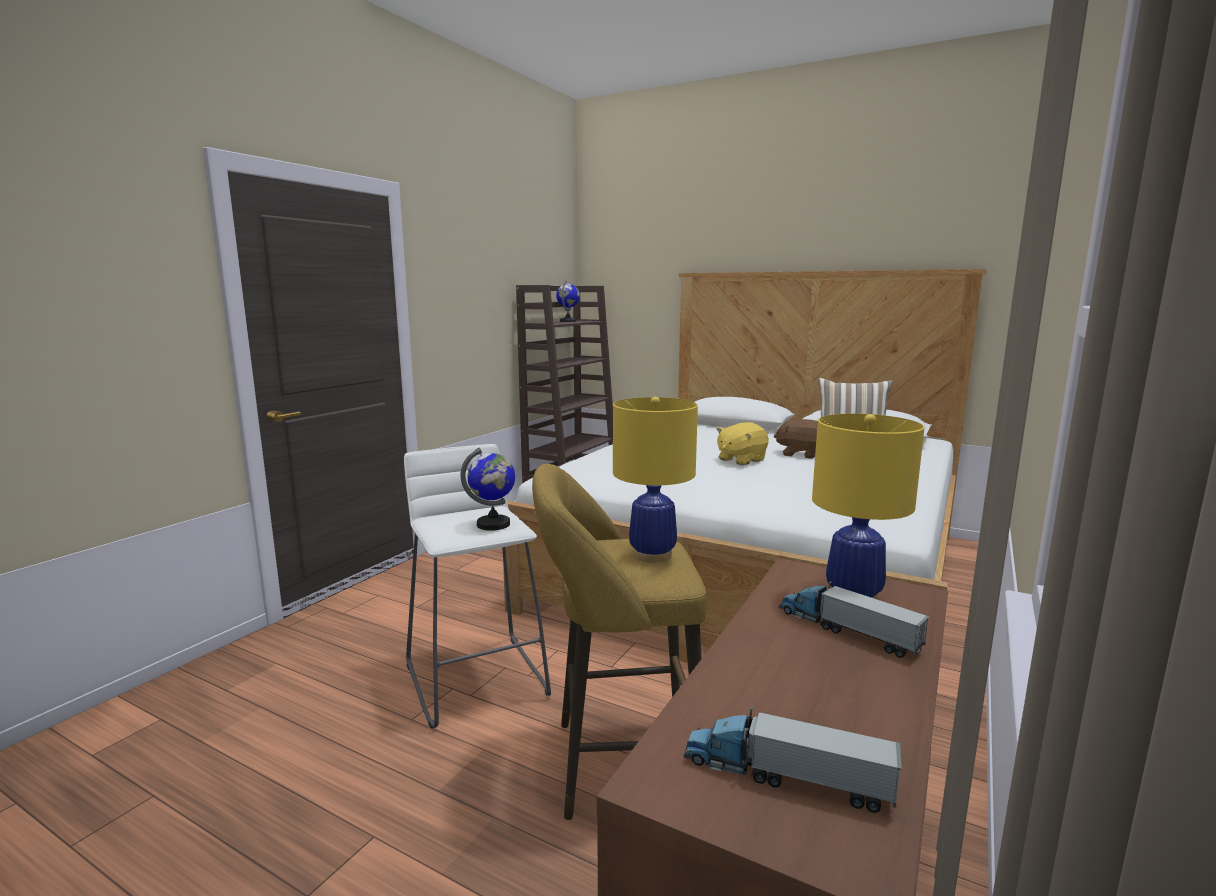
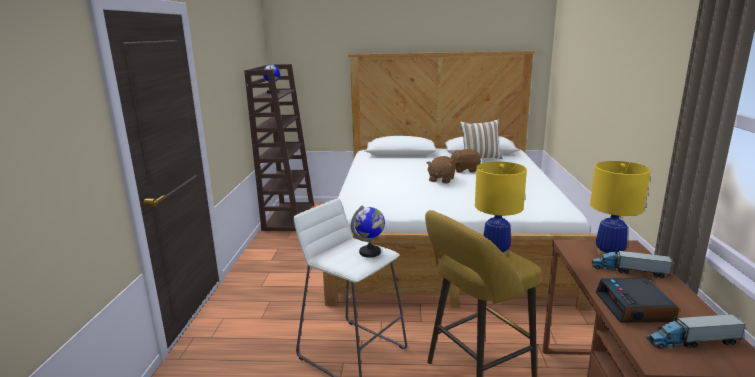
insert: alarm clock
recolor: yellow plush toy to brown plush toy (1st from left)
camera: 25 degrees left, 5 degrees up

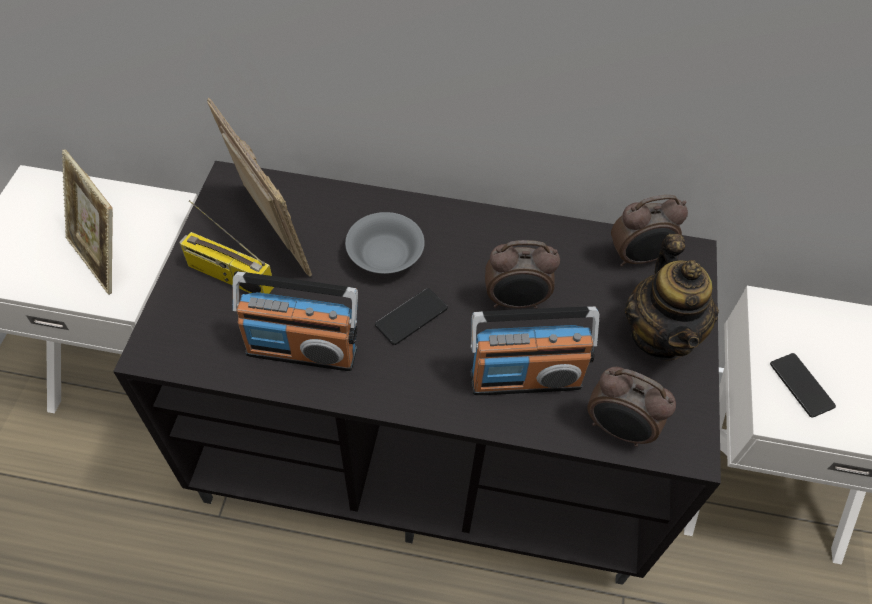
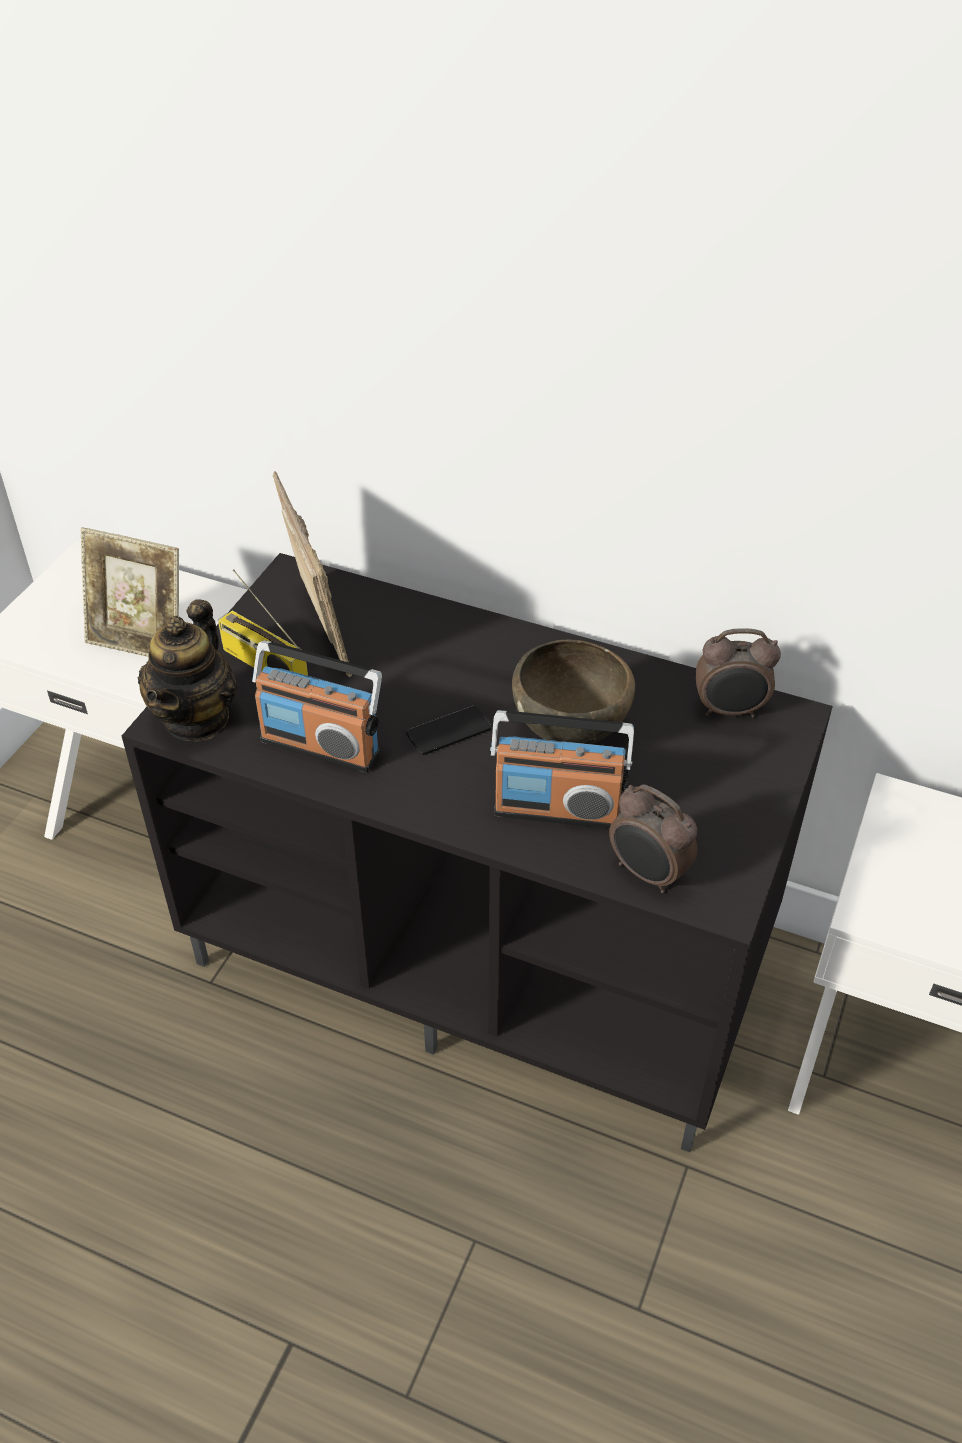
delete: grey bowl; phone (2nd from left)
move: teapot
replace: alarm clock (1st from left) to brown bowl
rotate: picture frame (1st from left) 45 degrees counterclockwise
camera: 15 degrees right, 10 degrees down

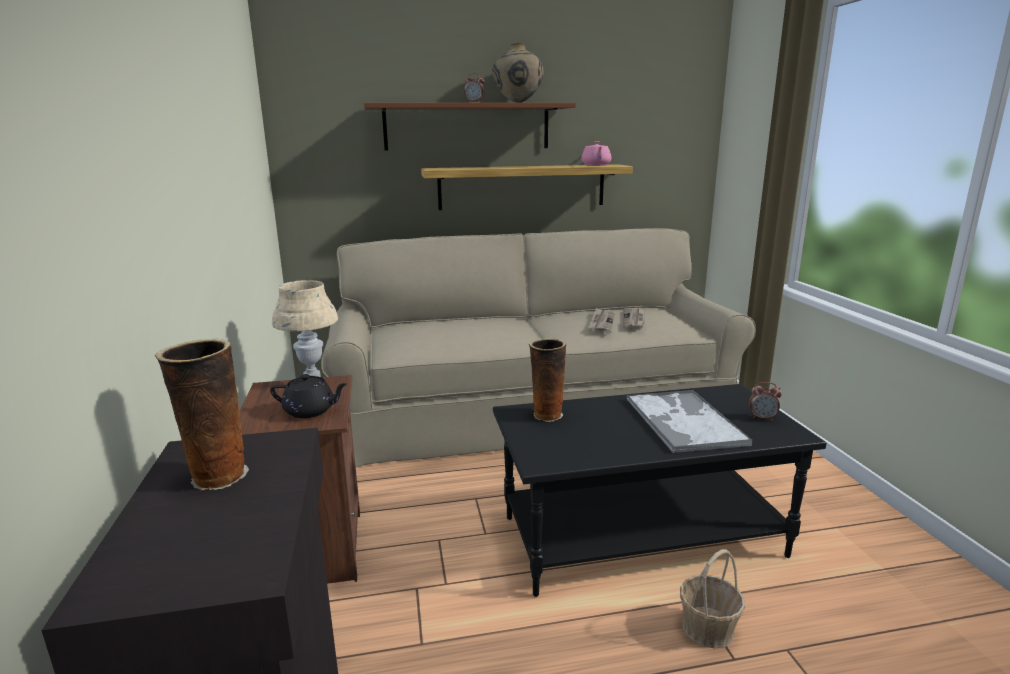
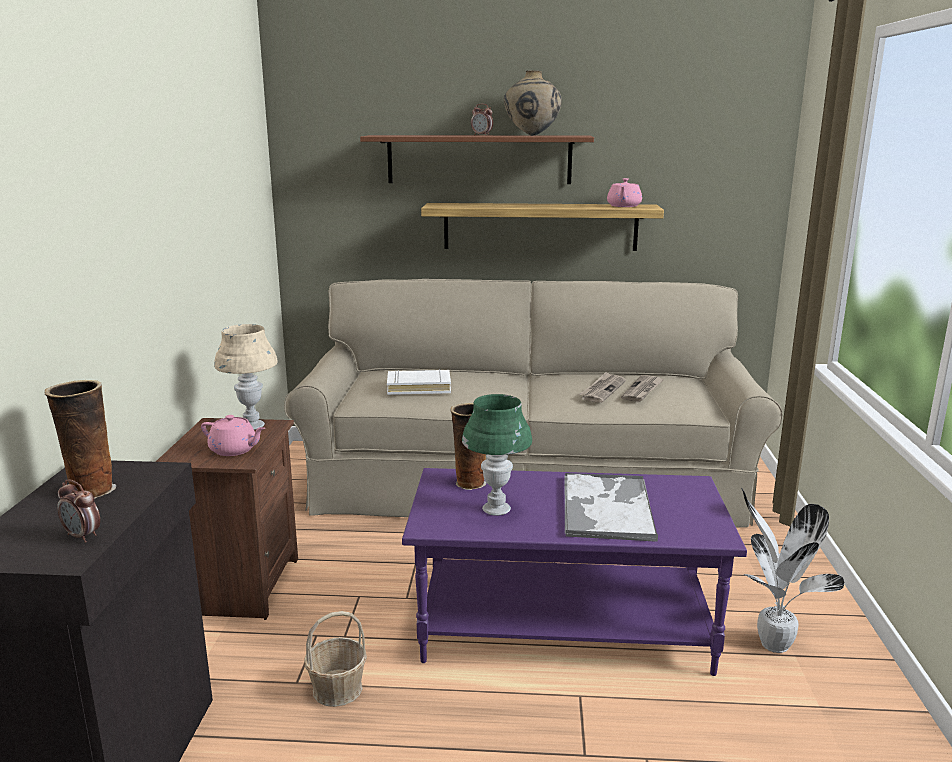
insert: white book; green table lamp; potted plant
move: basket; alarm clock (2nd from left in the first image) to alarm clock (1st from left)
recolor: black teapot to pink teapot (1st from left); black coffee table to purple coffee table
camera: 15 degrees right, 0 degrees up

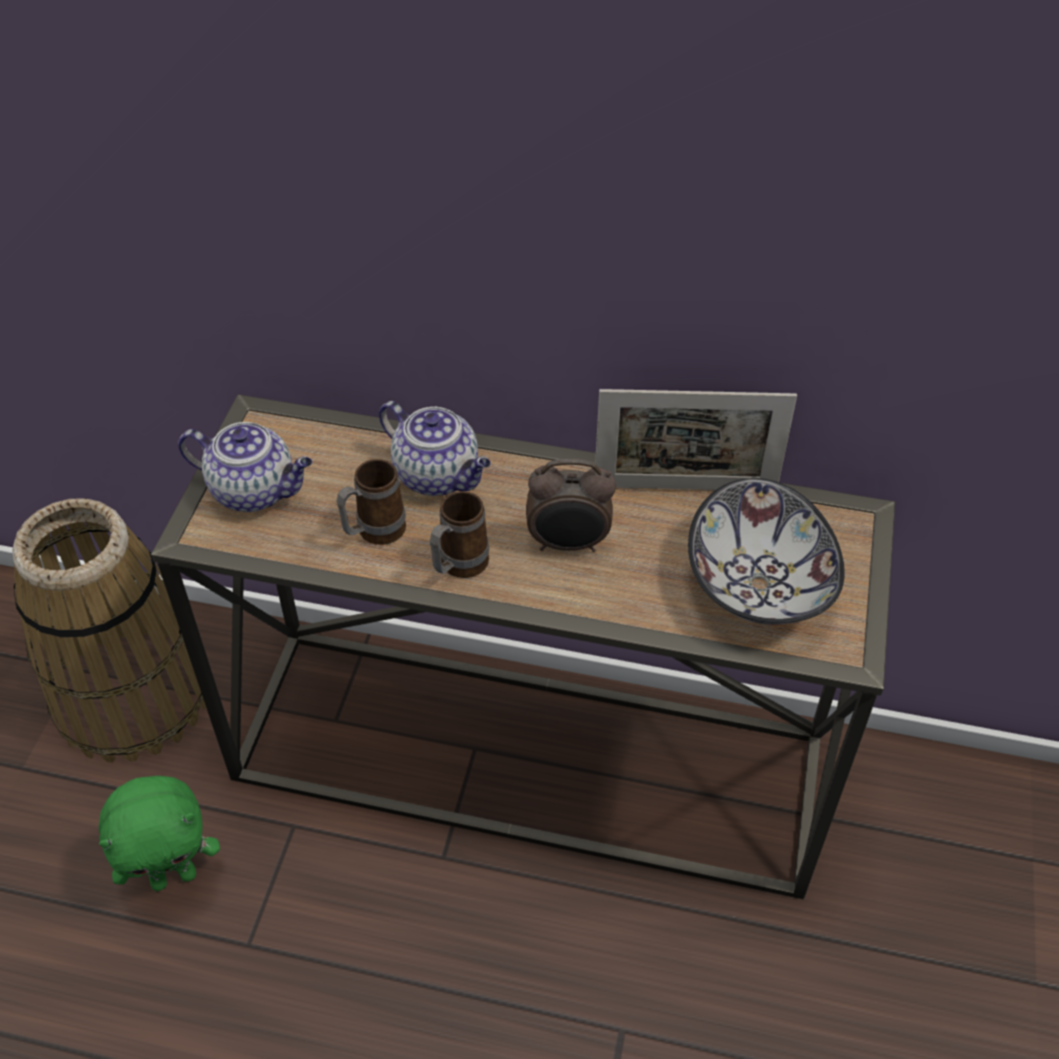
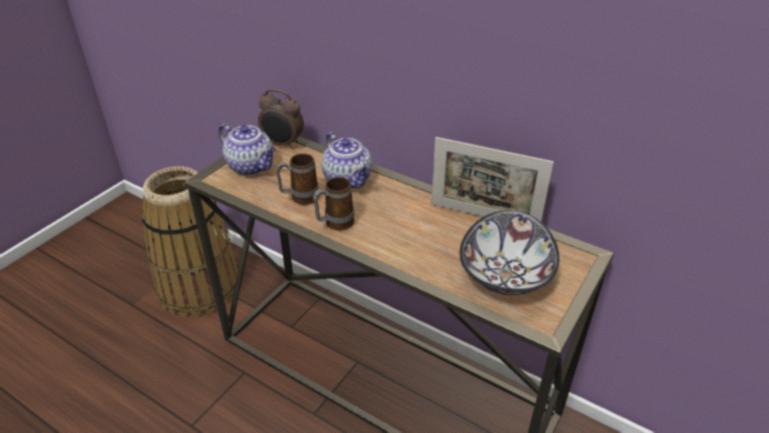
delete: green plush toy
move: alarm clock
camera: 20 degrees right, 10 degrees down

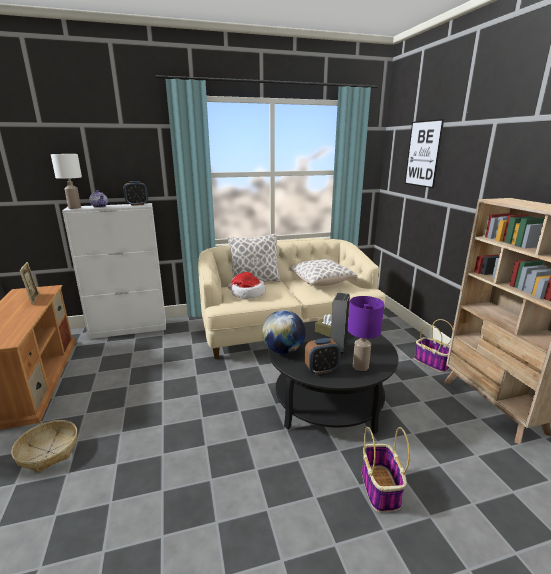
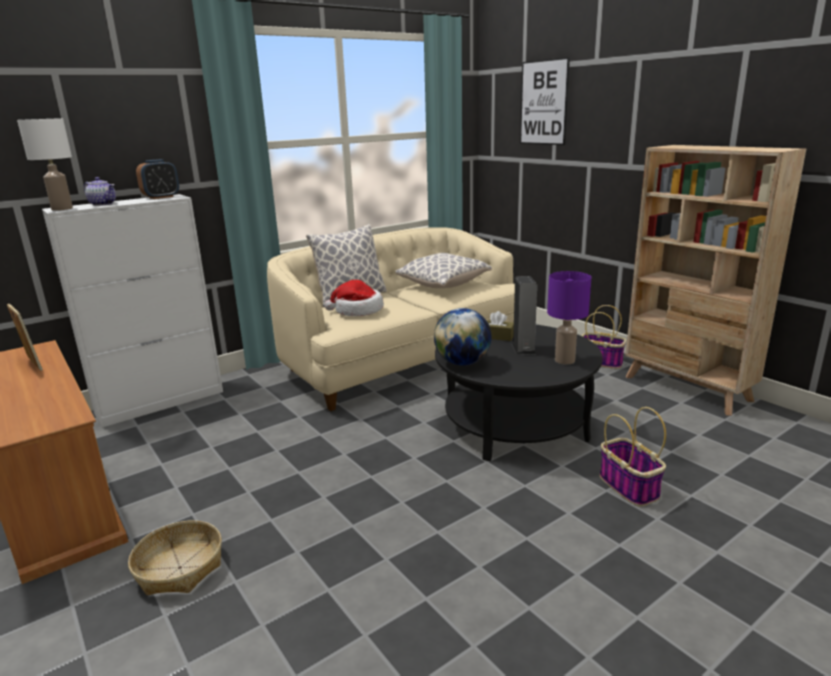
delete: alarm clock (2nd from left)
camera: 20 degrees left, 0 degrees up

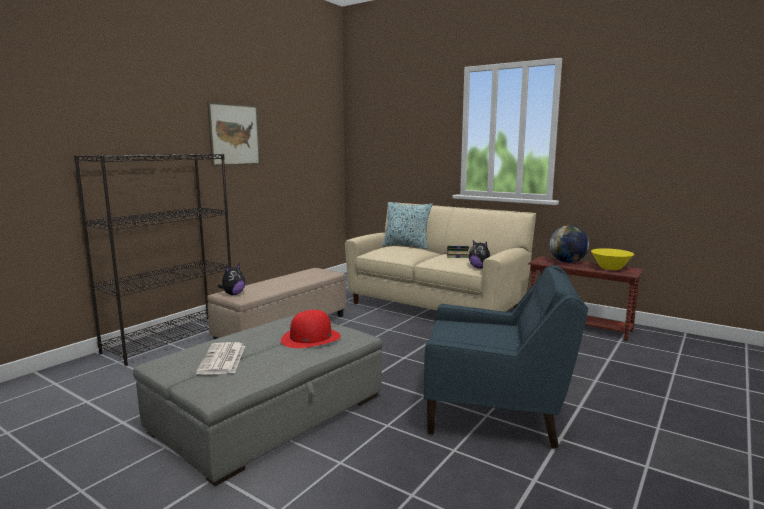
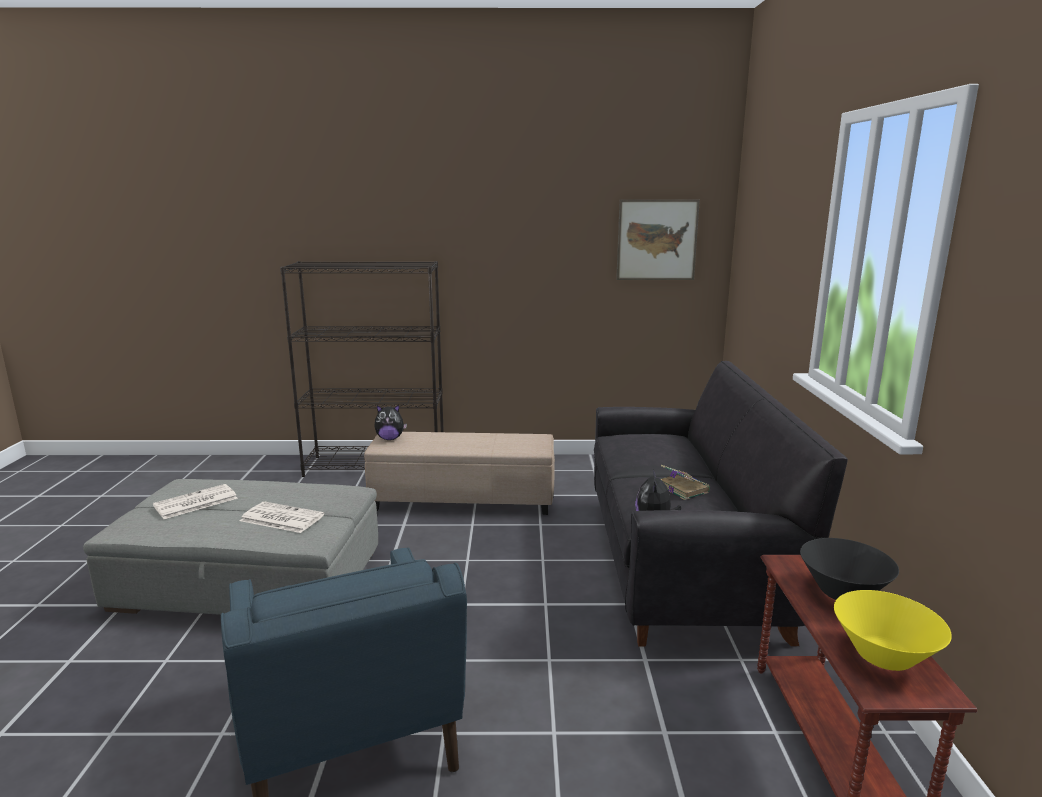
delete: pillow
move: picture
replace: red hat to newspaper (2nd from left); globe to black bowl
recolor: beige sofa to black sofa
camera: 55 degrees right, 5 degrees up

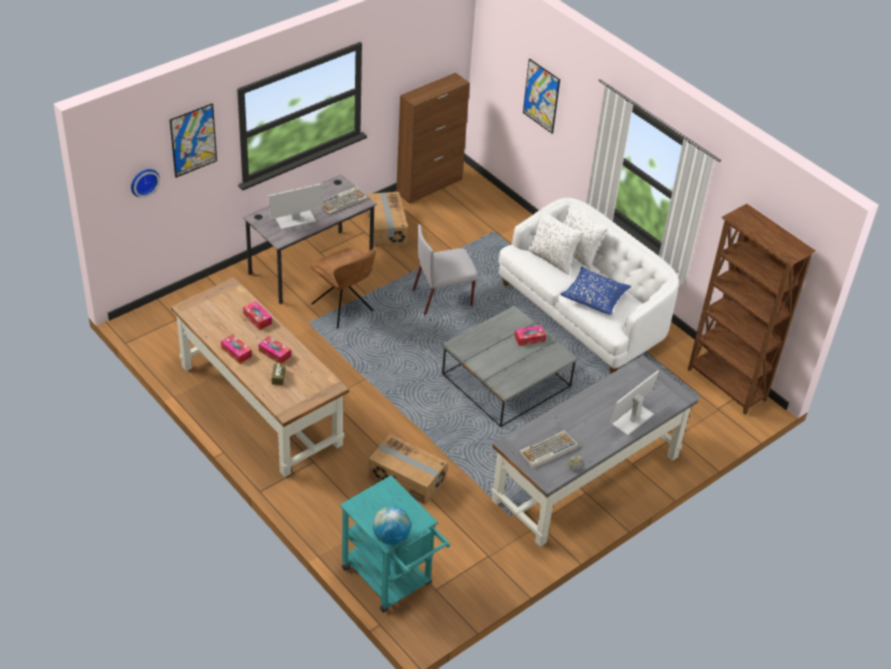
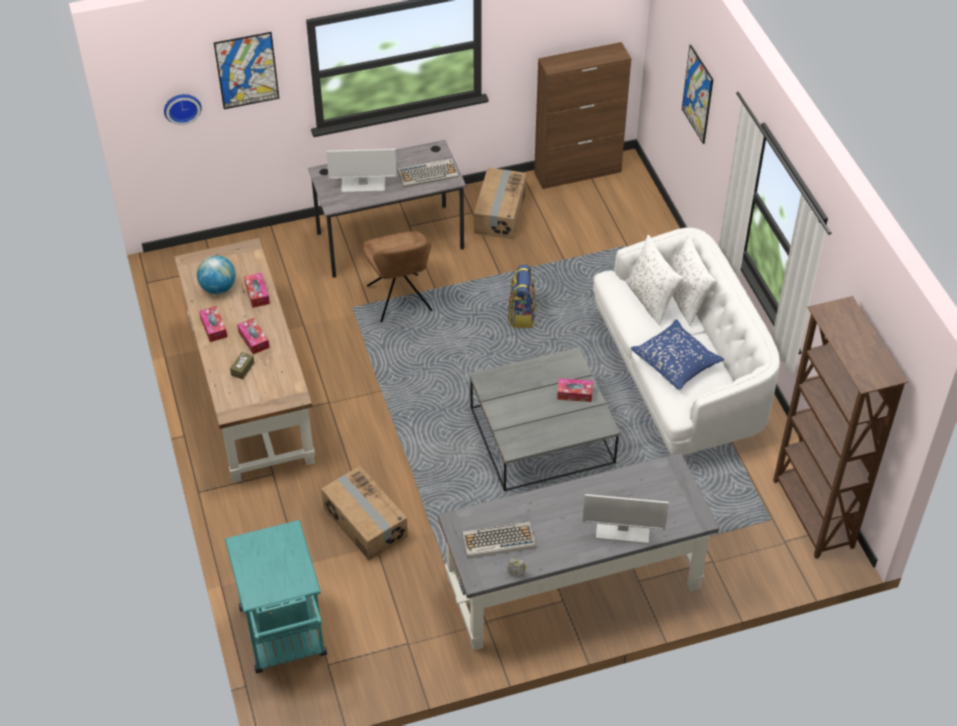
move: globe
replace: grey chair to backpack
rotate: monitor (2nd from left) 150 degrees counterclockwise
camera: 25 degrees right, 5 degrees up

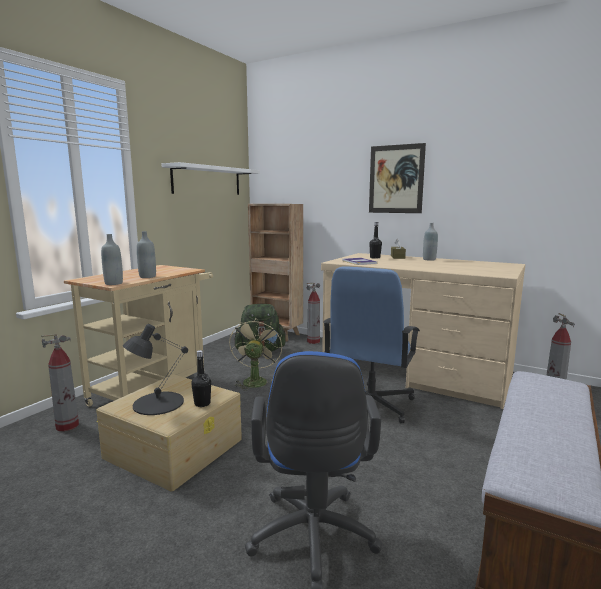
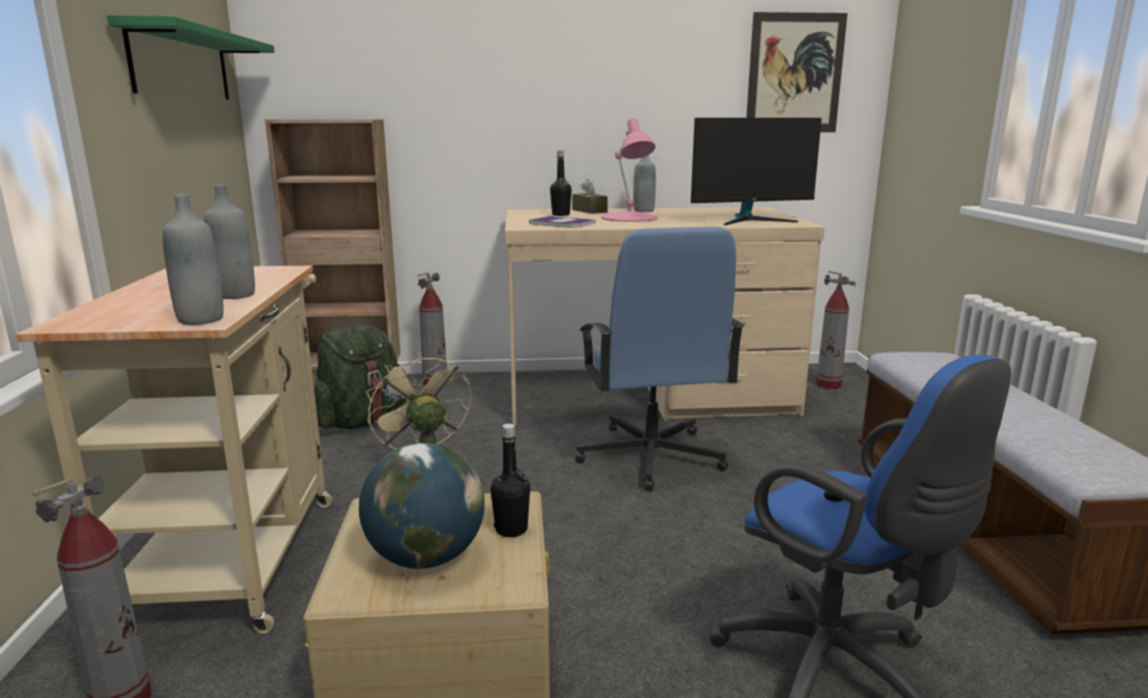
insert: pink table lamp; monitor
move: picture
replace: black table lamp to globe
recolor: white shelf to green shelf
camera: 35 degrees left, 5 degrees up

